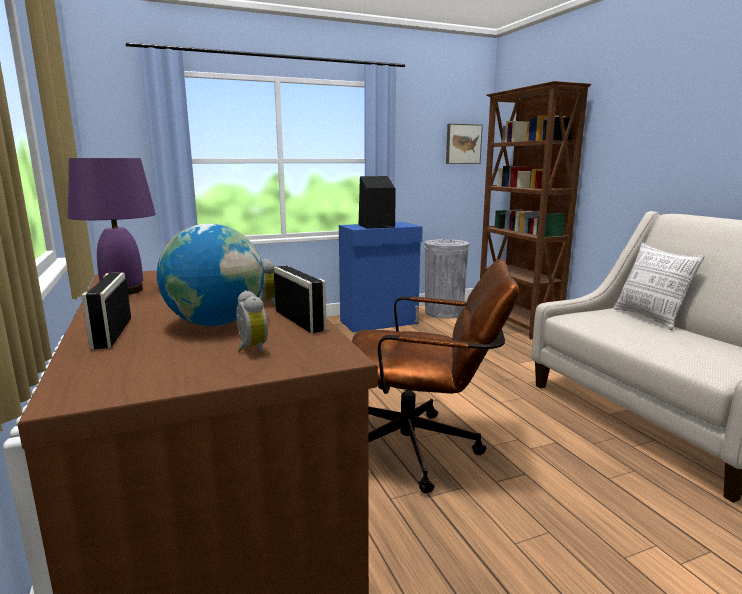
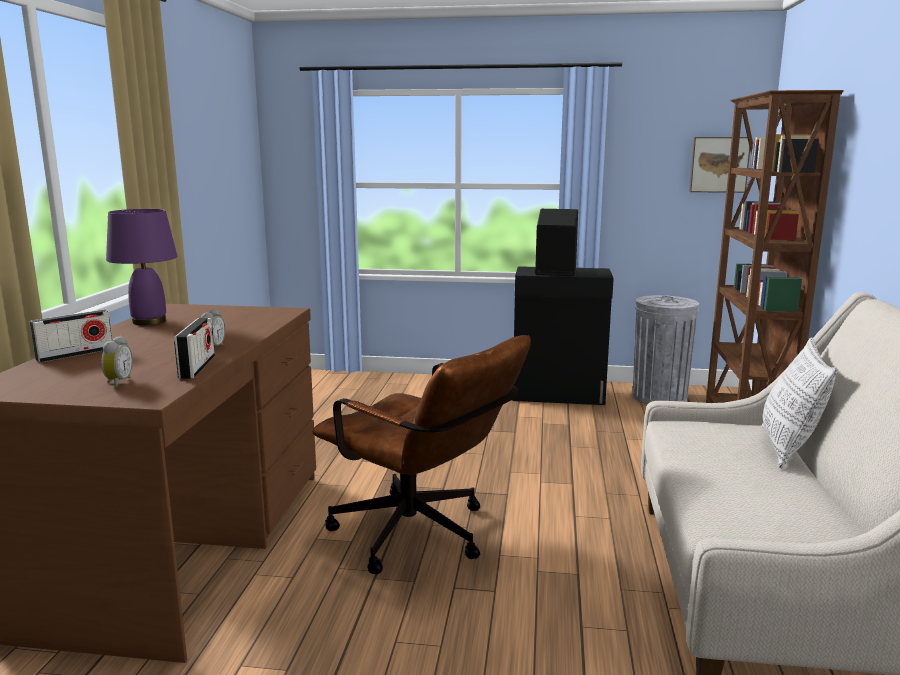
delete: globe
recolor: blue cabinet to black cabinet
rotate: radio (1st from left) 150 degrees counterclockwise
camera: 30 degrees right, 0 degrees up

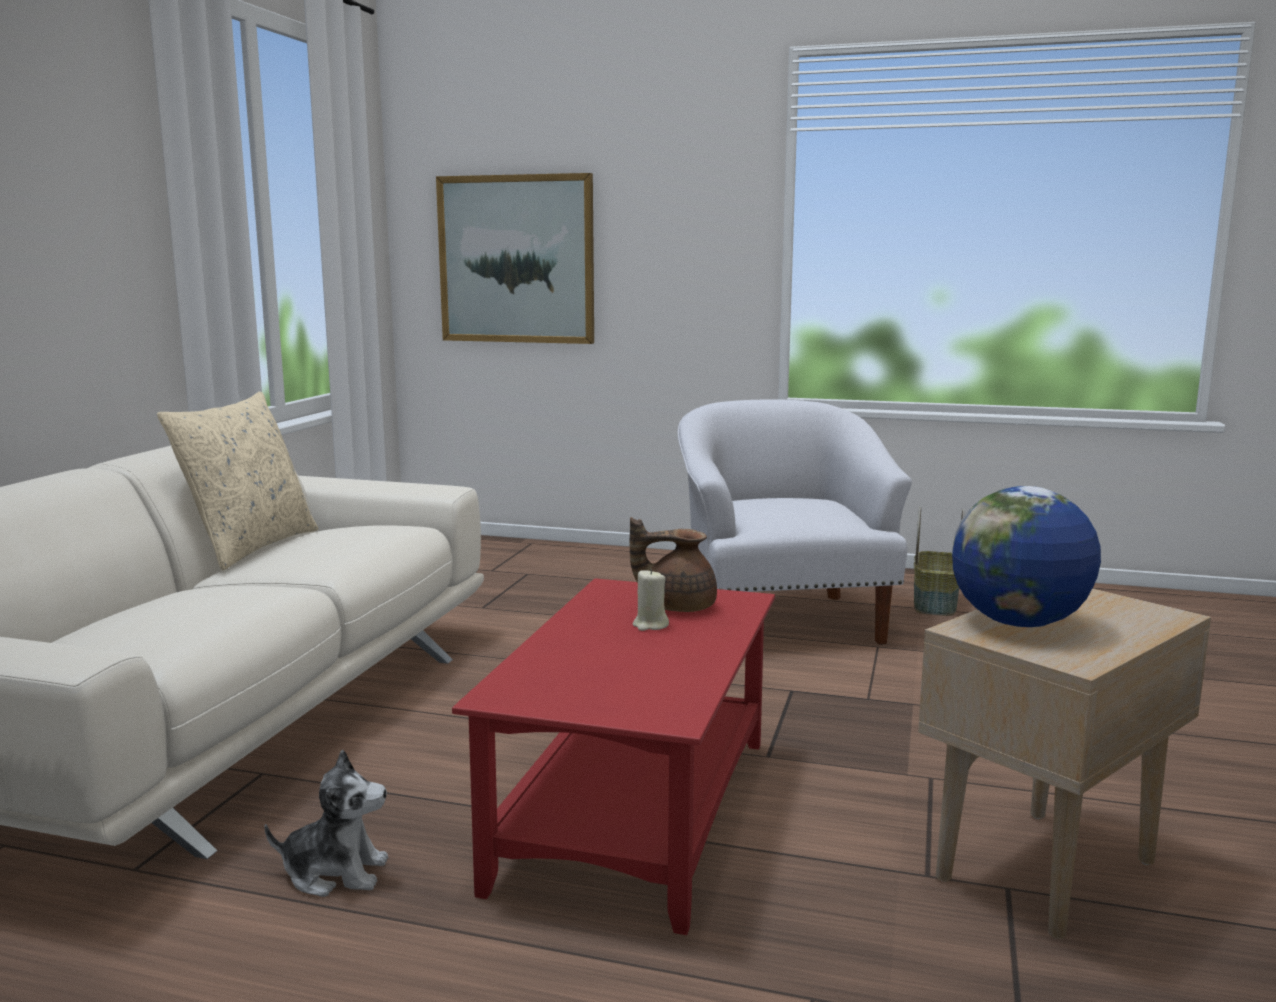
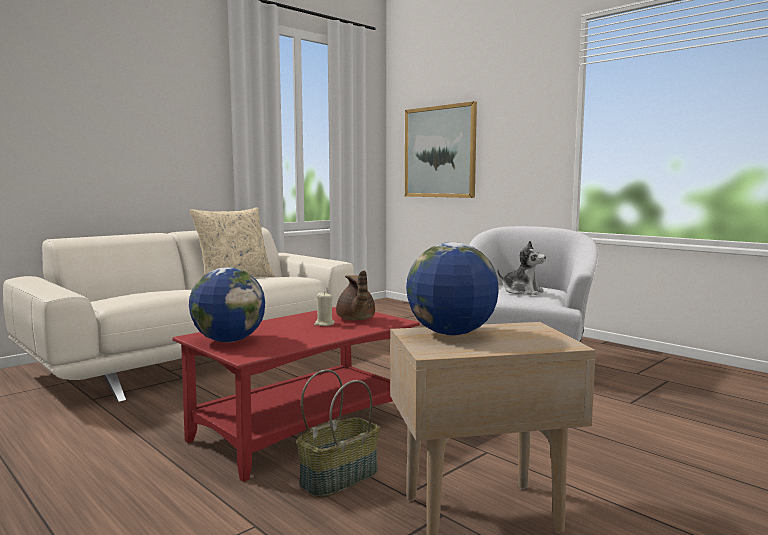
insert: globe (1st from left)
move: plush toy; basket
rotate: brown teapot 135 degrees counterclockwise
camera: 30 degrees right, 5 degrees down

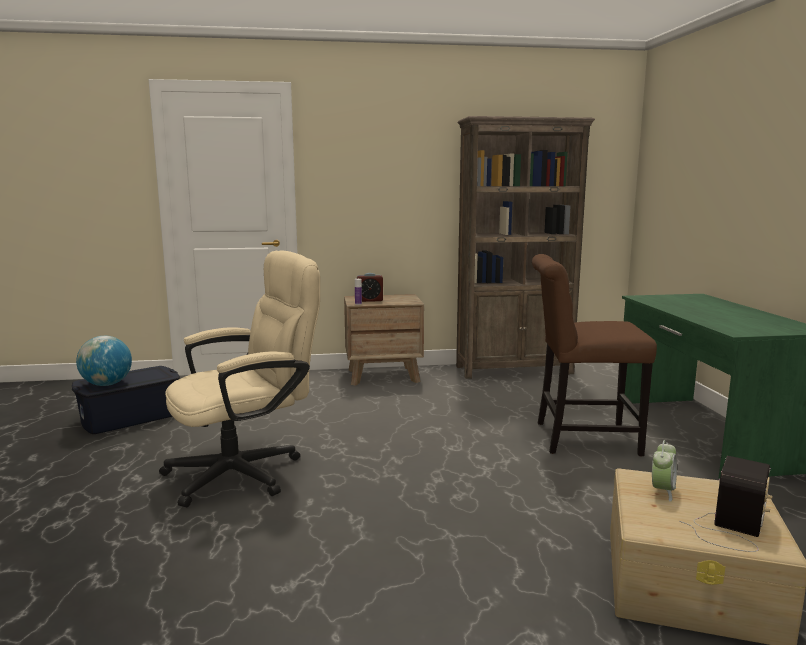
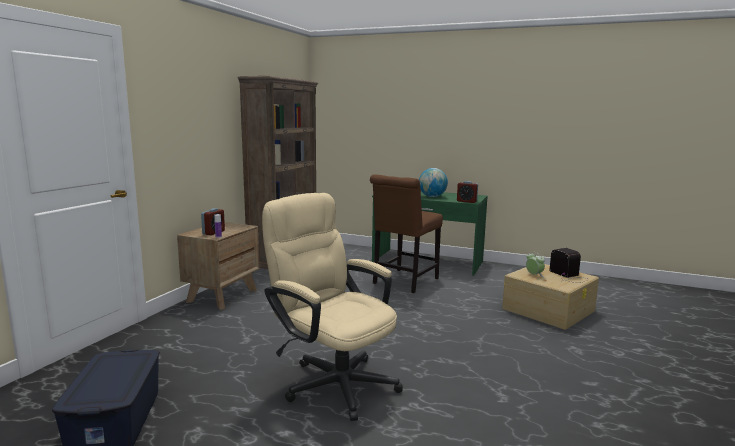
insert: alarm clock (2nd from left)
move: globe
rotate: beige office chair 45 degrees counterclockwise
camera: 60 degrees left, 0 degrees up

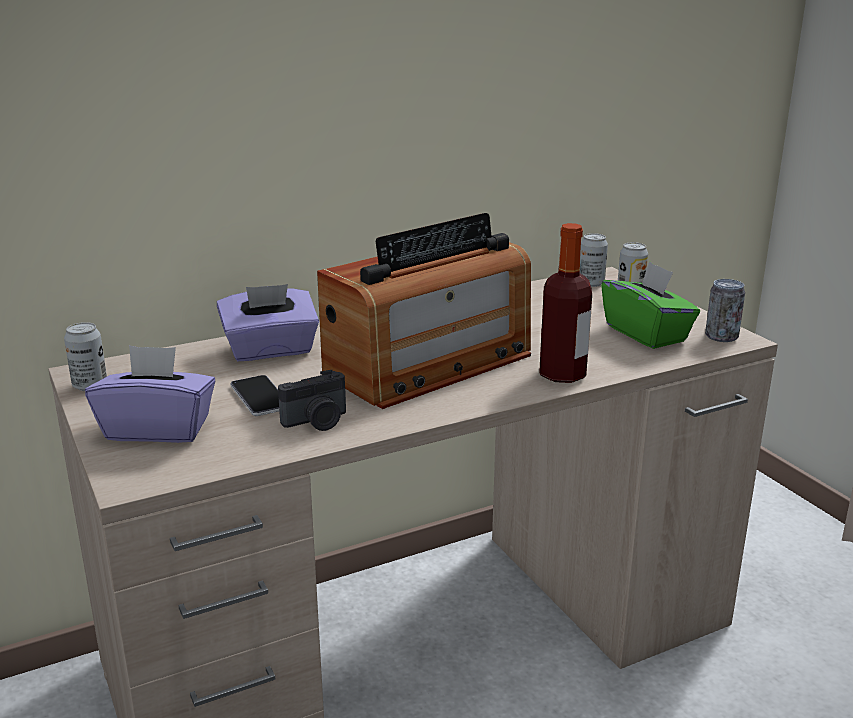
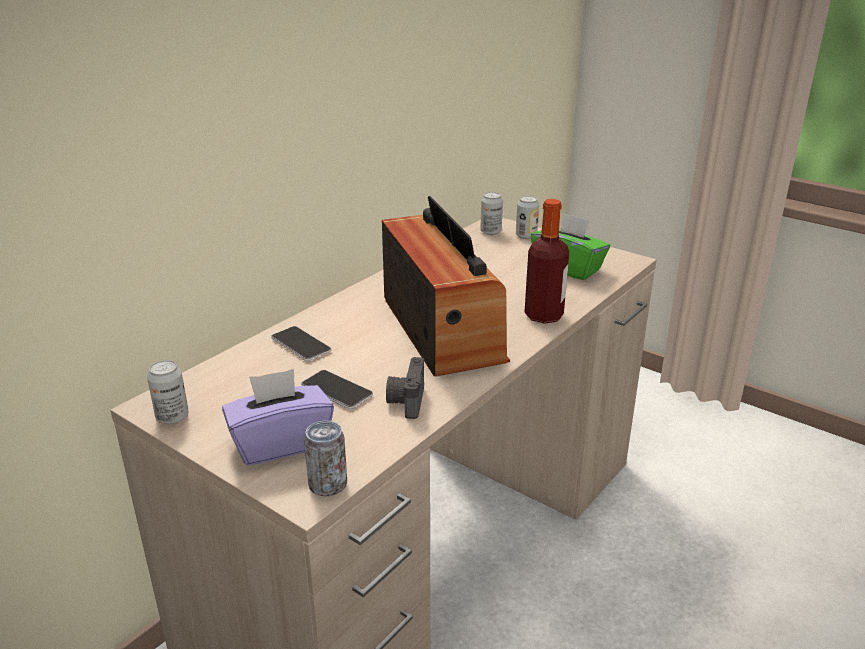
move: can (4th from left in the first image) to can (2nd from left)
replace: purple tissue box (2nd from left) to phone (1st from left)
rotate: photo camera 150 degrees clockwise; radio 45 degrees counterclockwise
camera: 25 degrees left, 5 degrees up

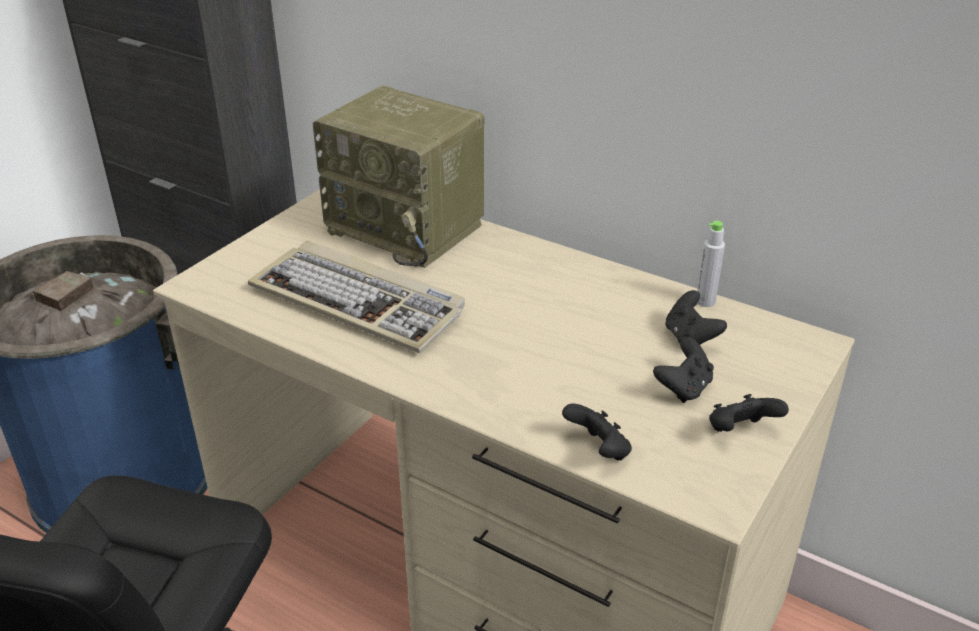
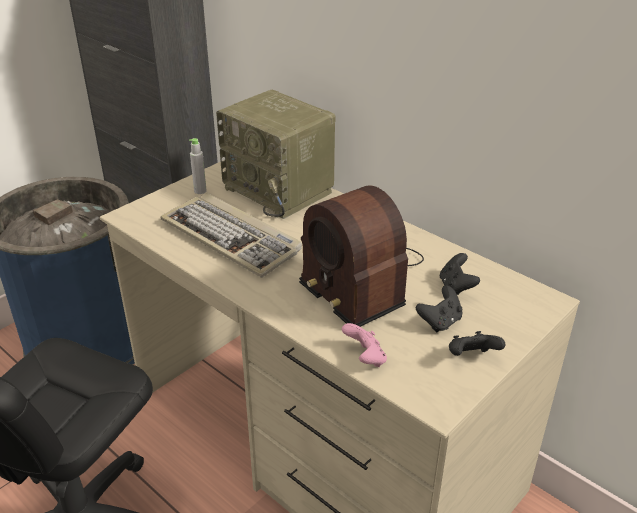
insert: radio (2nd from left)
move: grey bottle
recolor: black game controller (1st from left) to pink game controller
camera: 10 degrees right, 0 degrees up

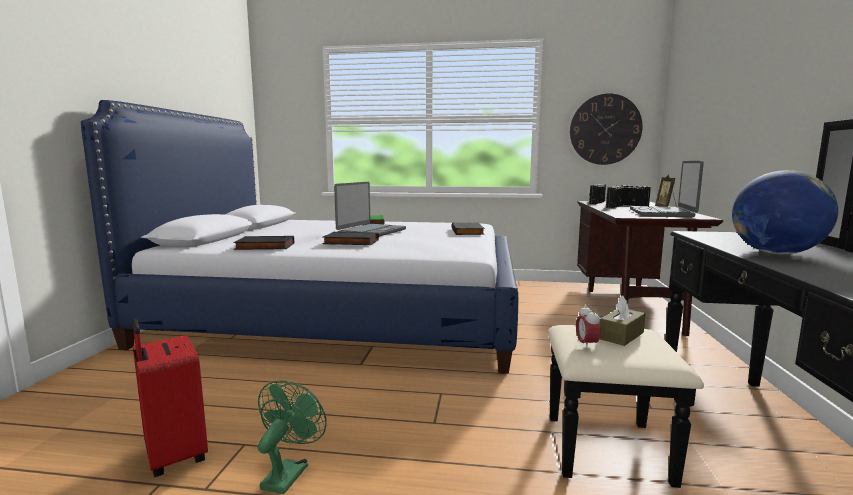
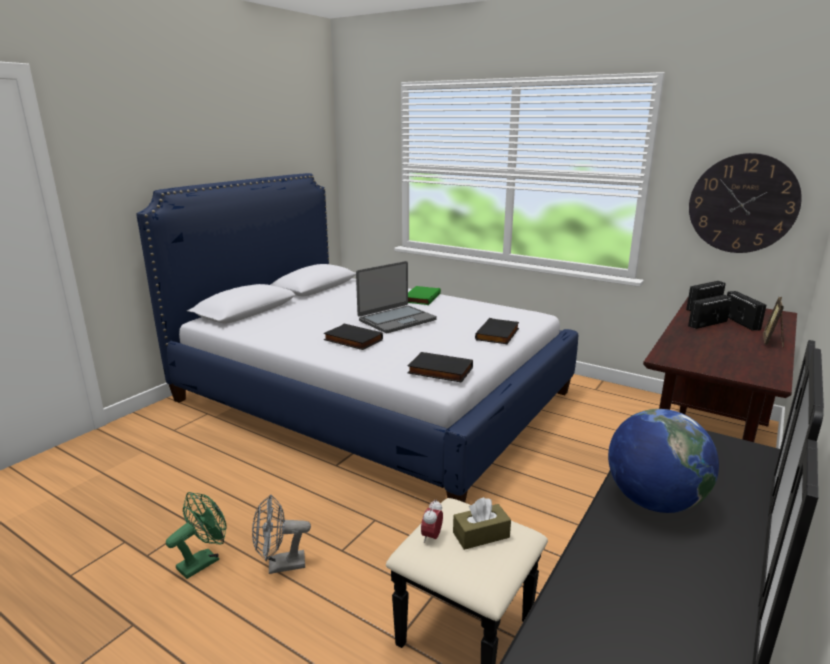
delete: red suitcase; laptop (2nd from left)
insert: grey fan
move: black book (1st from left in the first image) to black book (2nd from left)
camera: 25 degrees right, 10 degrees up

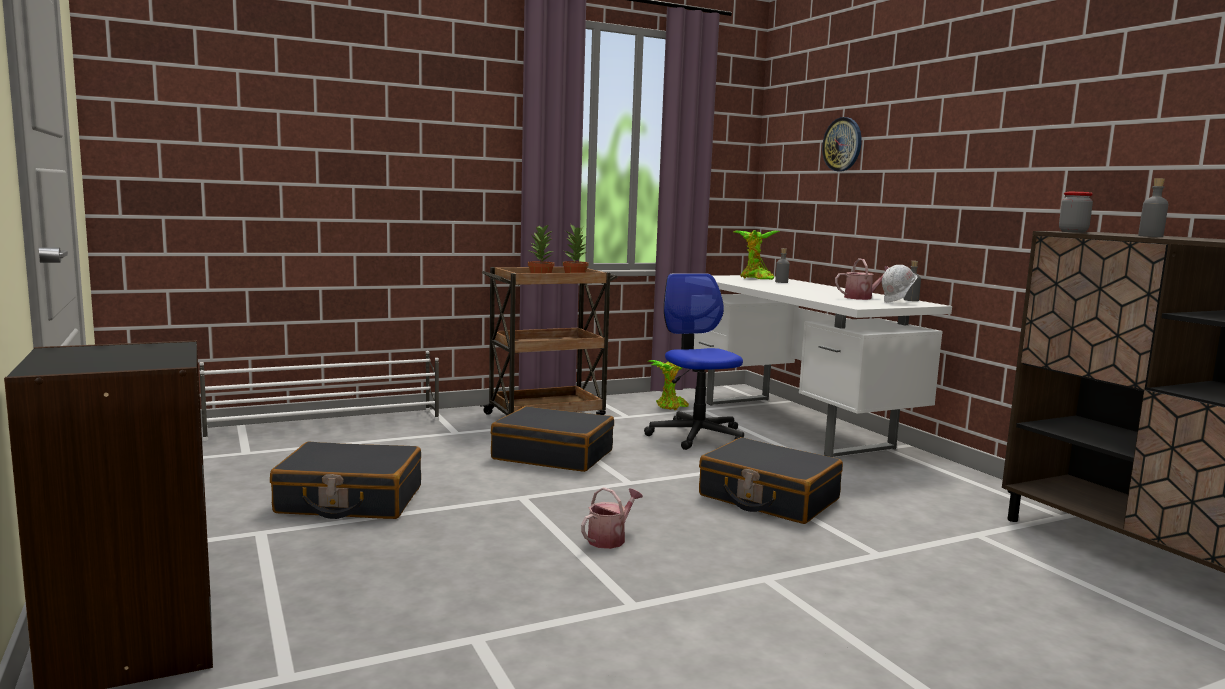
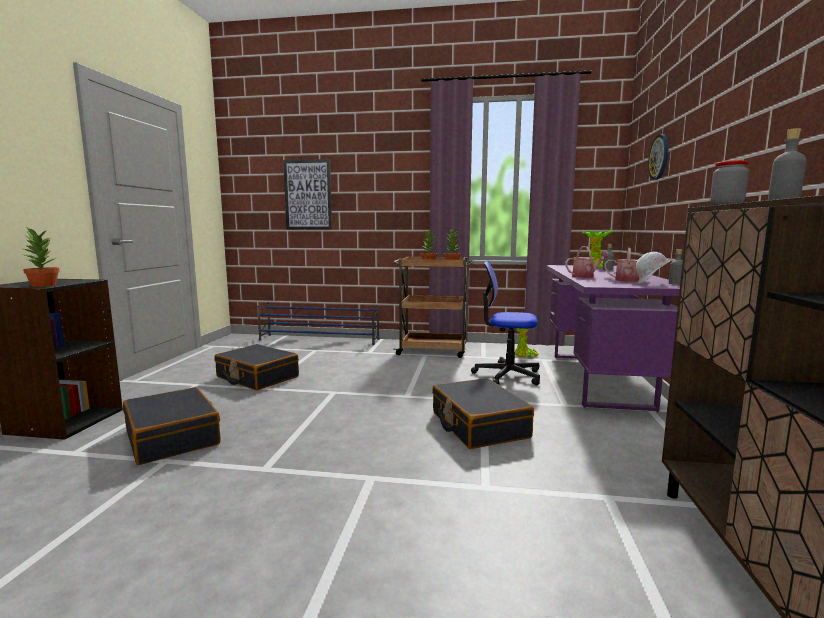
insert: potted plant (1st from left); picture
move: black suitcase (2nd from left in the first image) to black suitcase (1st from left); watering can (1st from left)
recolor: white shoe rack to blue shoe rack; white desk to purple desk
rotate: office chair 90 degrees counterclockwise
camera: 35 degrees right, 0 degrees up

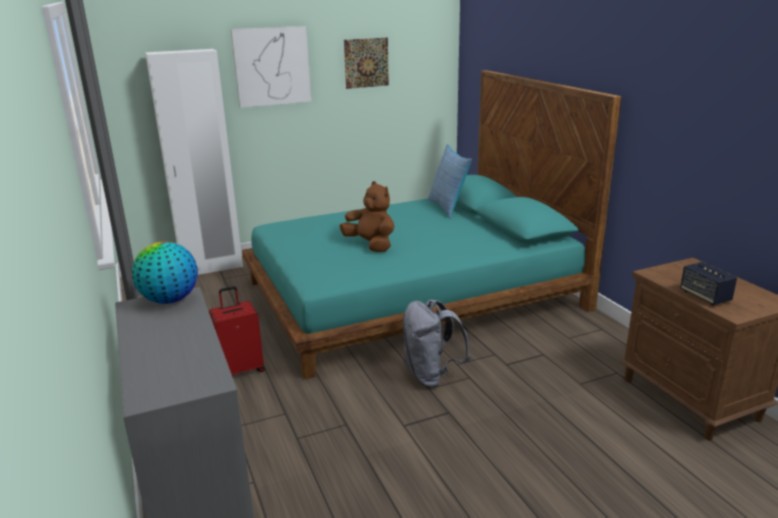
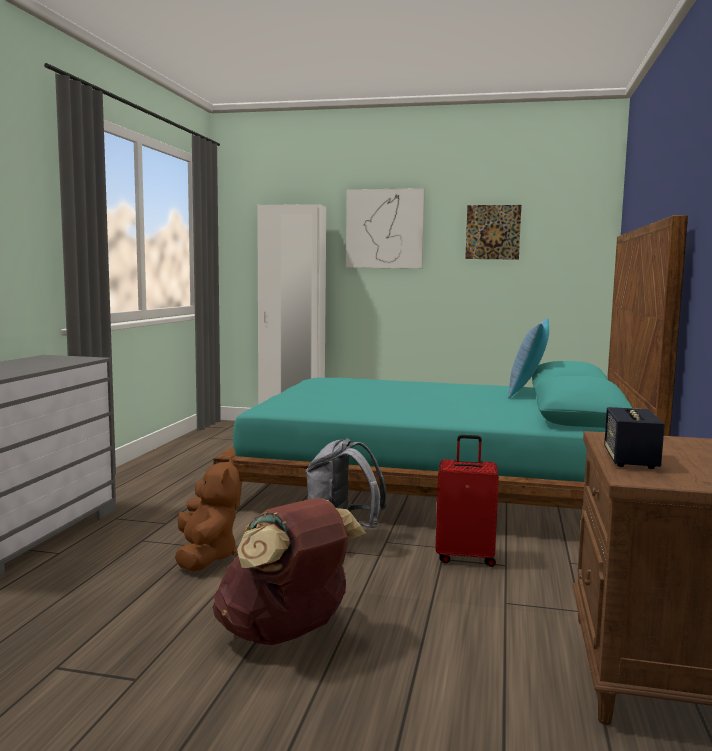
delete: globe
insert: brown backpack
move: red suitcase; brown plush toy
camera: 35 degrees right, 15 degrees down

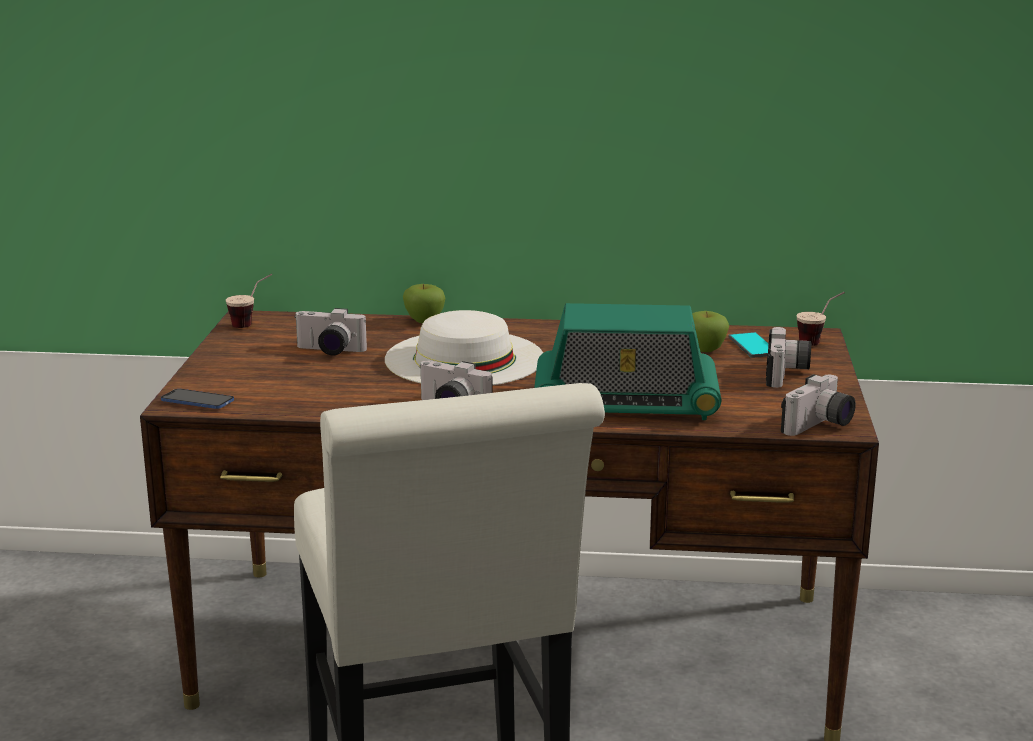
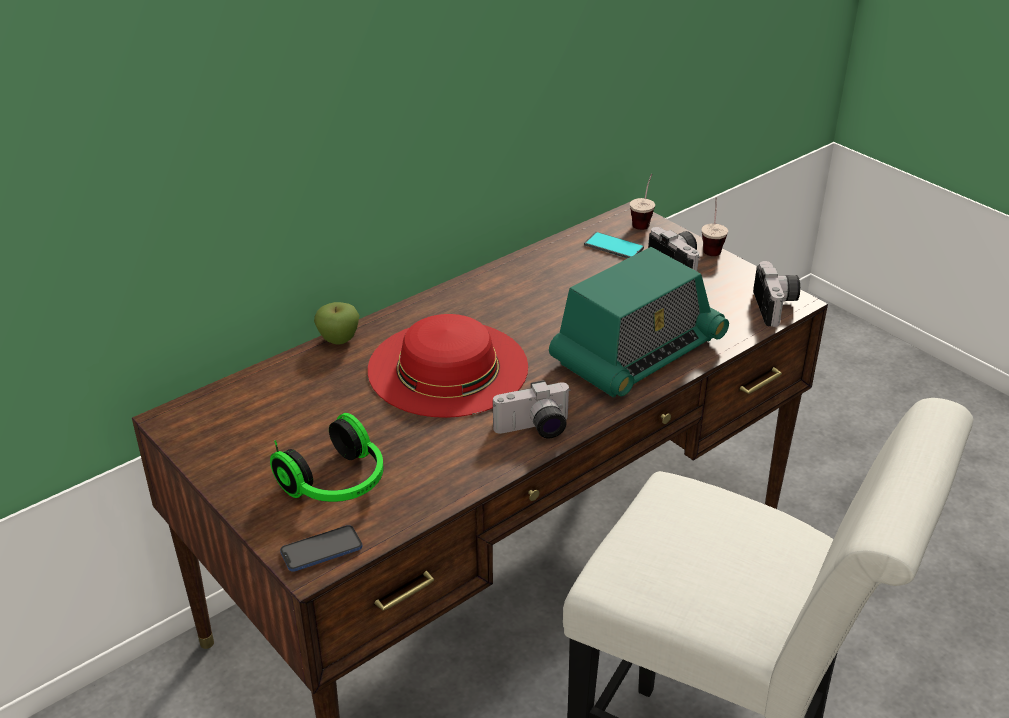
delete: photo camera (1st from left); apple (2nd from left)
insert: headphones
move: cup (1st from left in the first image) to cup (2nd from left)
recolor: white hat to red hat
camera: 45 degrees left, 15 degrees up

